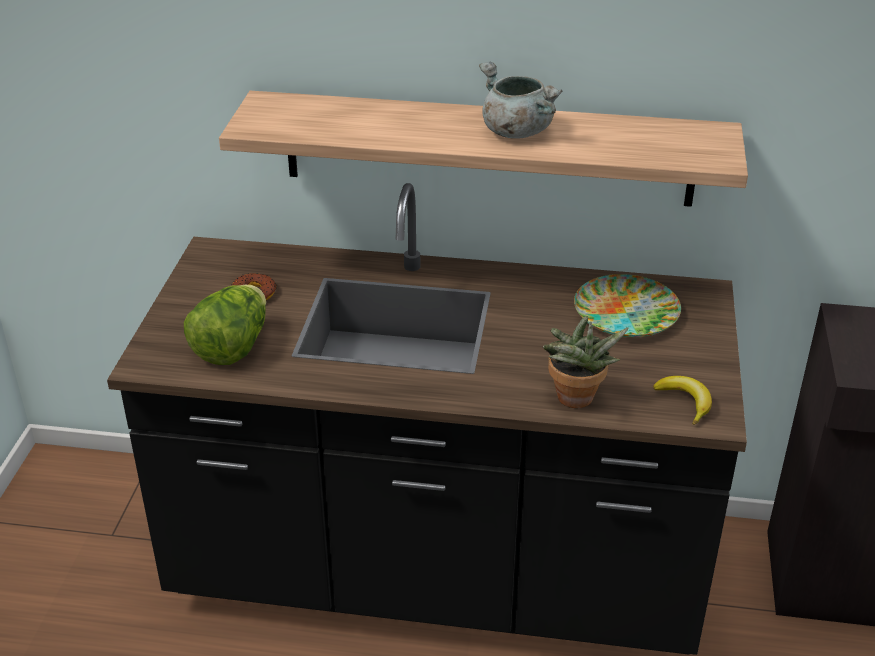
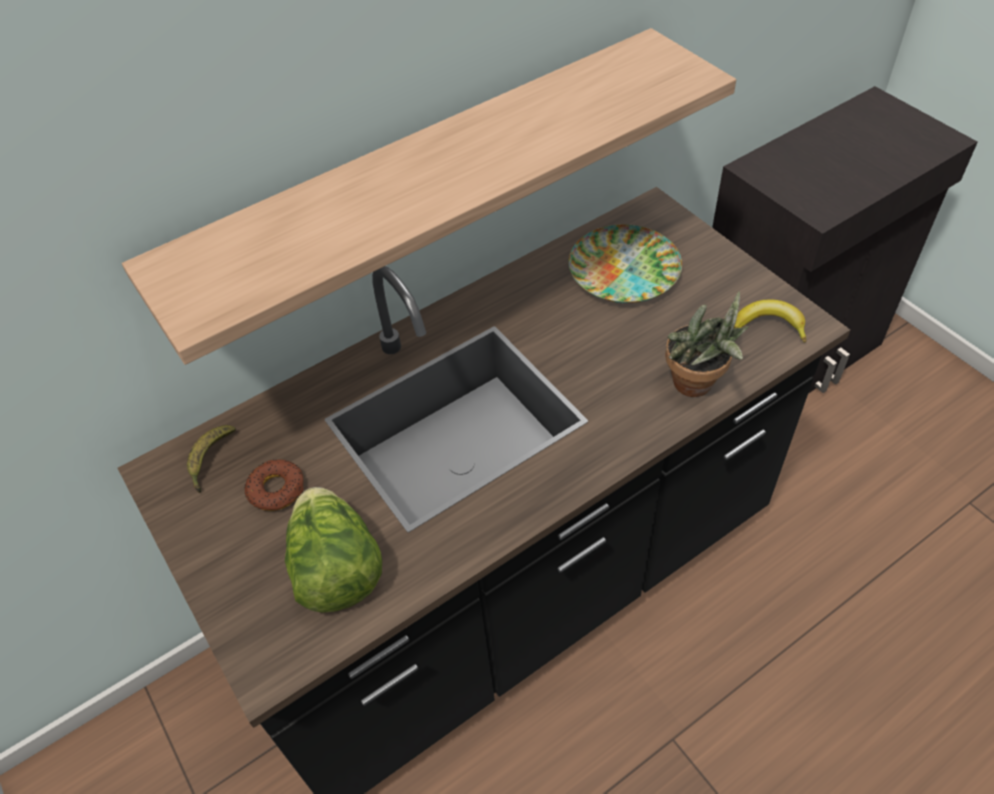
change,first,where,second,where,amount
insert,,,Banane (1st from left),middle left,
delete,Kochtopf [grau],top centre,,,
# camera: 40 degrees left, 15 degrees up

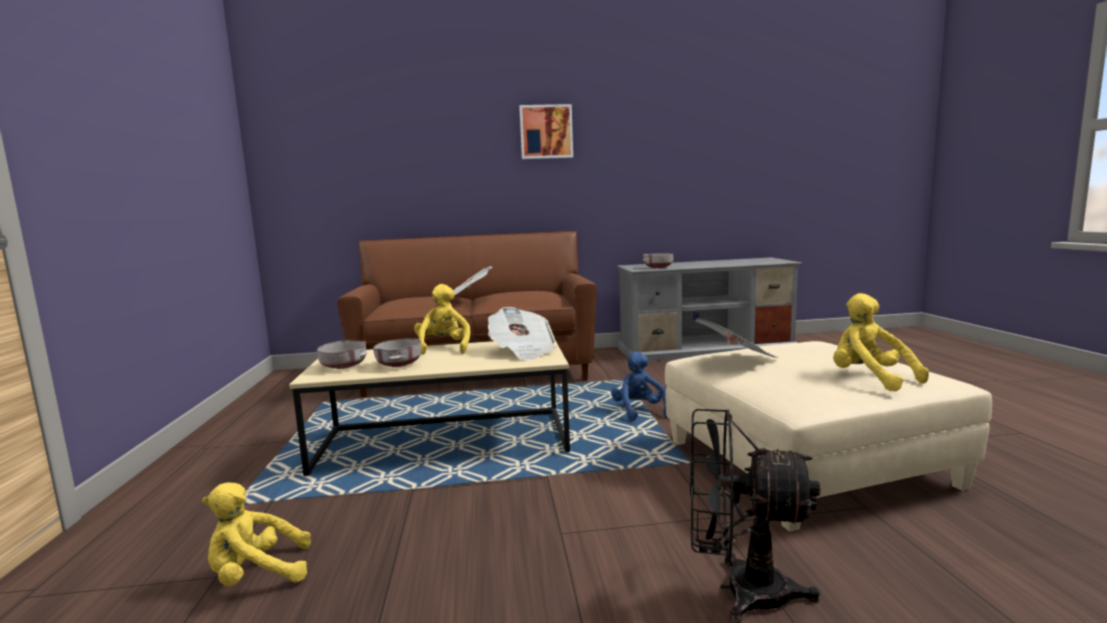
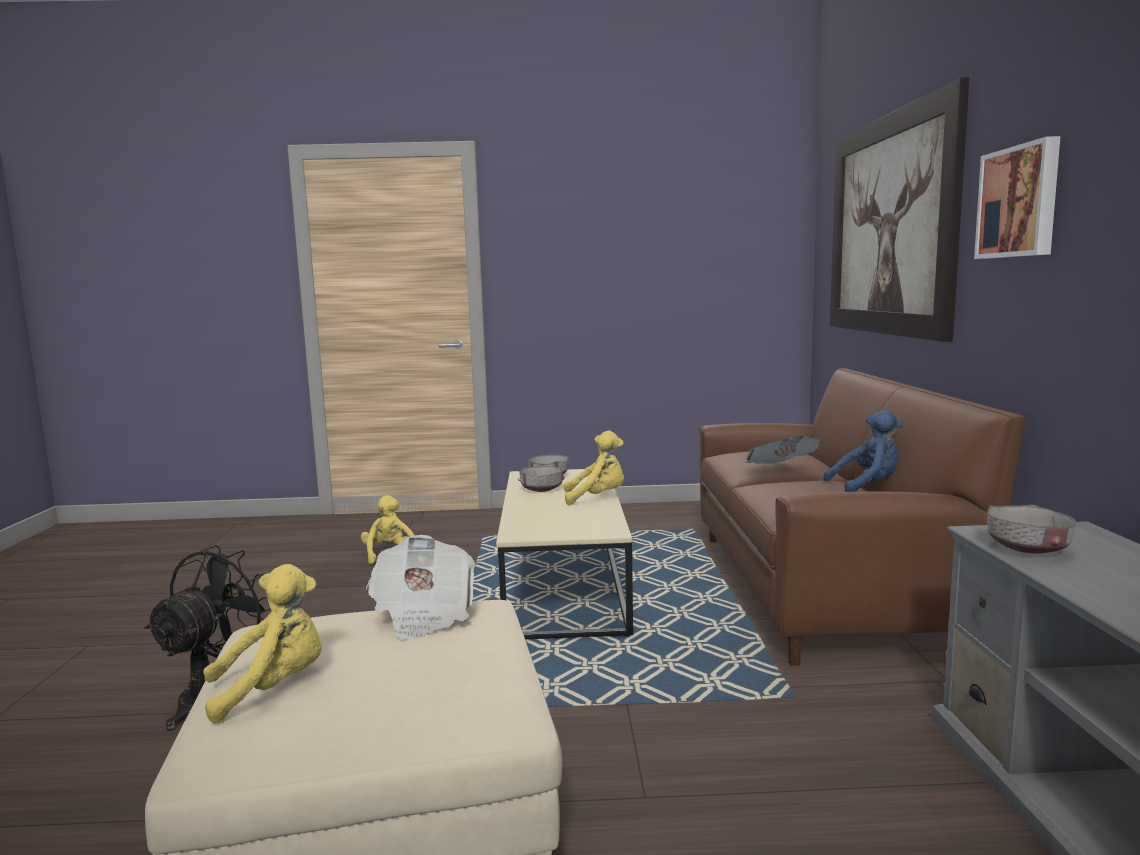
change,first,where,second,where,amount
move,Plüschtier [blau],centre,,middle right,
insert,,,Bild (1st from left),top right,
delete,Zeitung (2nd from left),centre,,,
# camera: 95 degrees right, 0 degrees up

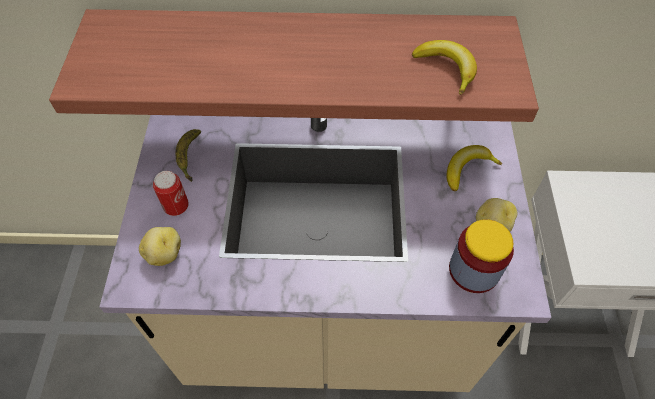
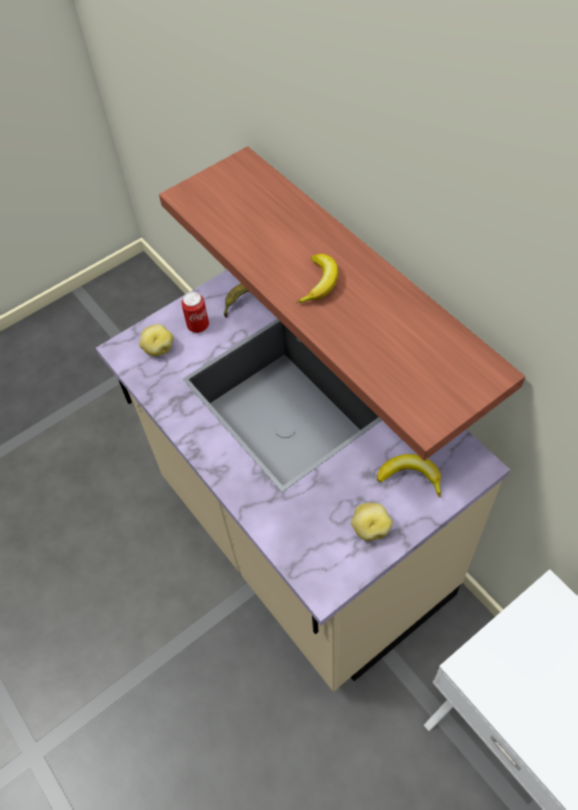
change,first,where,second,where,amount
move,Banane (2nd from left),top right,,centre,
delete,Vorratsglas,middle right,,,
# camera: 55 degrees right, 0 degrees up

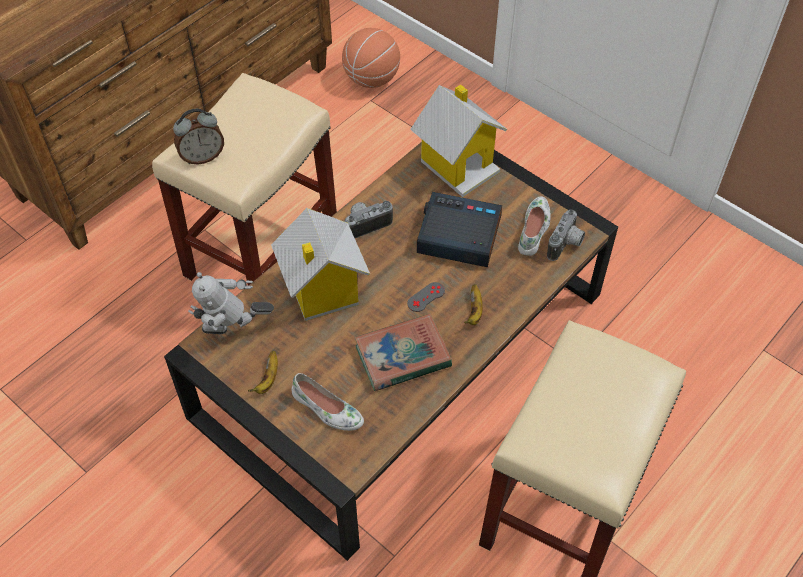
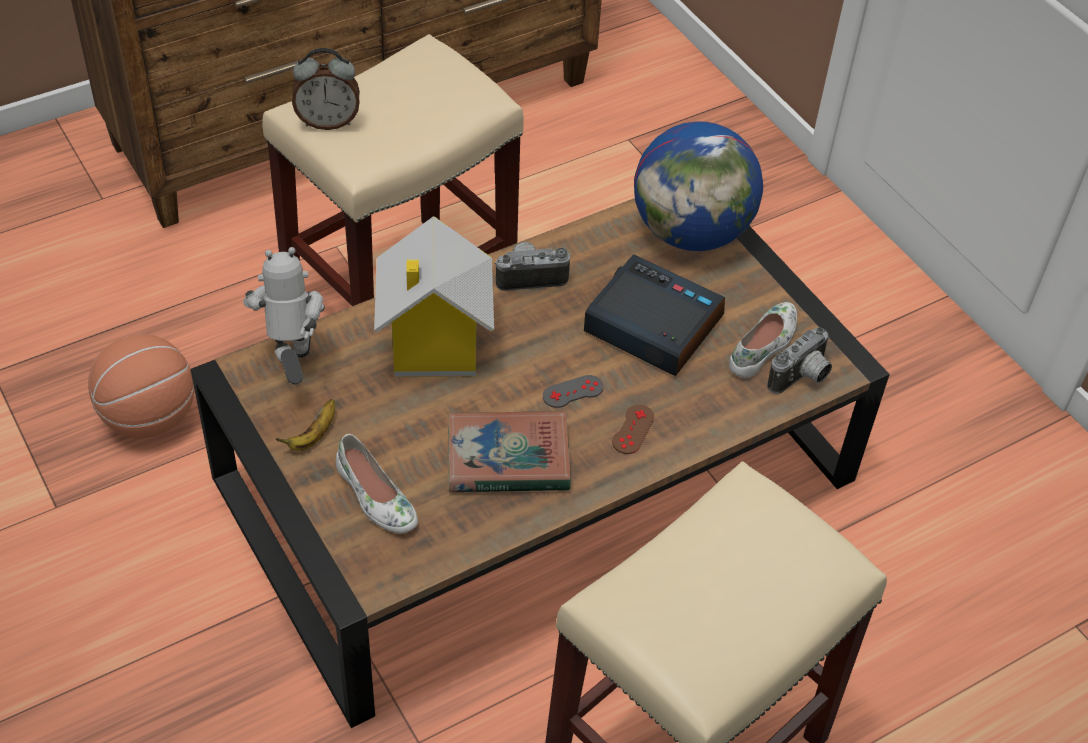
change,first,where,second,where,amount
move,Basketball,top centre,,middle left,
rotate,Spielzeugroboter,middle left,,middle left,75 degrees clockwise
replace,Banane (2nd from left),centre,Gamepad [braun],centre,
replace,Spielzeughaus (2nd from left),top centre,Globus,top centre,
# camera: 15 degrees right, 5 degrees down

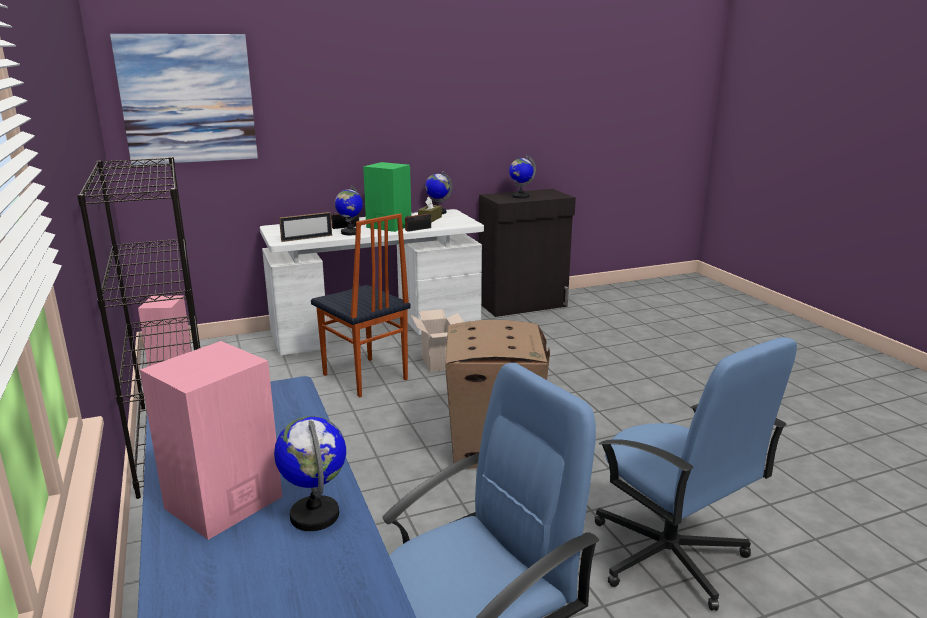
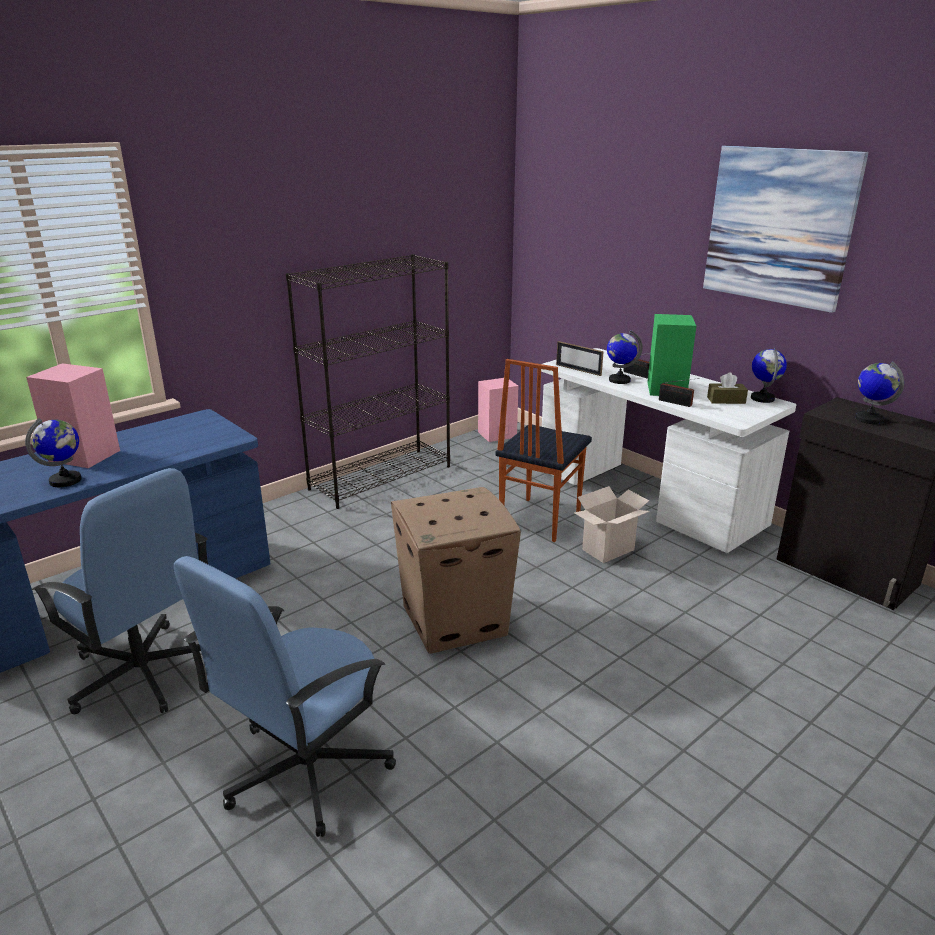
change,first,where,second,where,amount
move,Bild,top left,,top right,
# camera: 70 degrees right, 5 degrees up

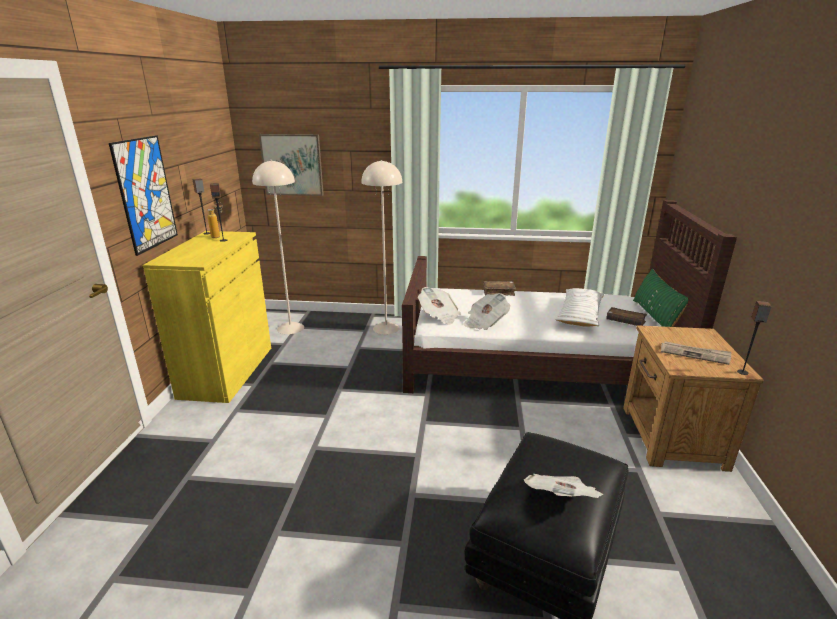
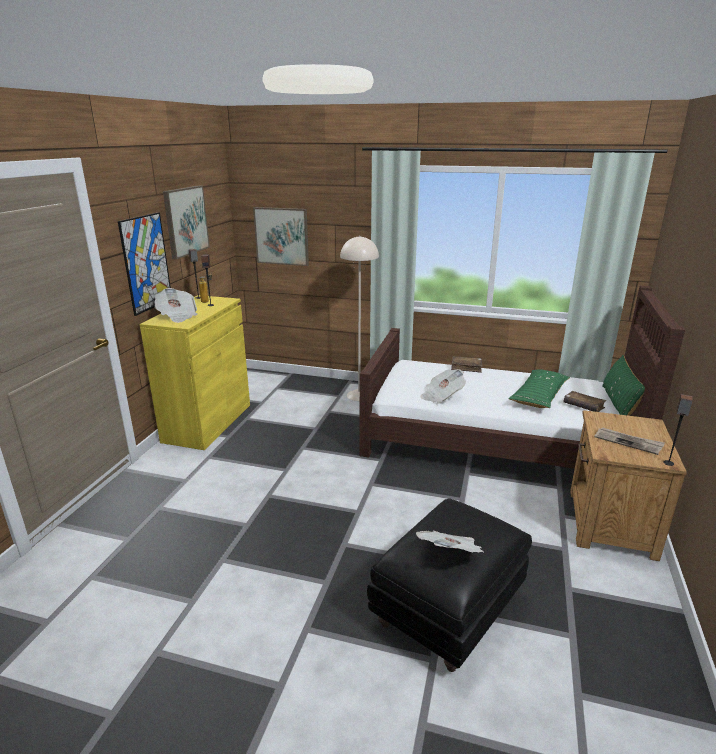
change,first,where,second,where,amount
move,Zeitung (1st from left),centre,,middle left,
insert,,,Bild (2nd from left),top left,
recolor,Kissen [weiß],middle right,Kissen [grün] (1st from left),middle right,
delete,Stehlampe [beige] (1st from left),middle left,,,
# camera: 10 degrees right, 0 degrees up

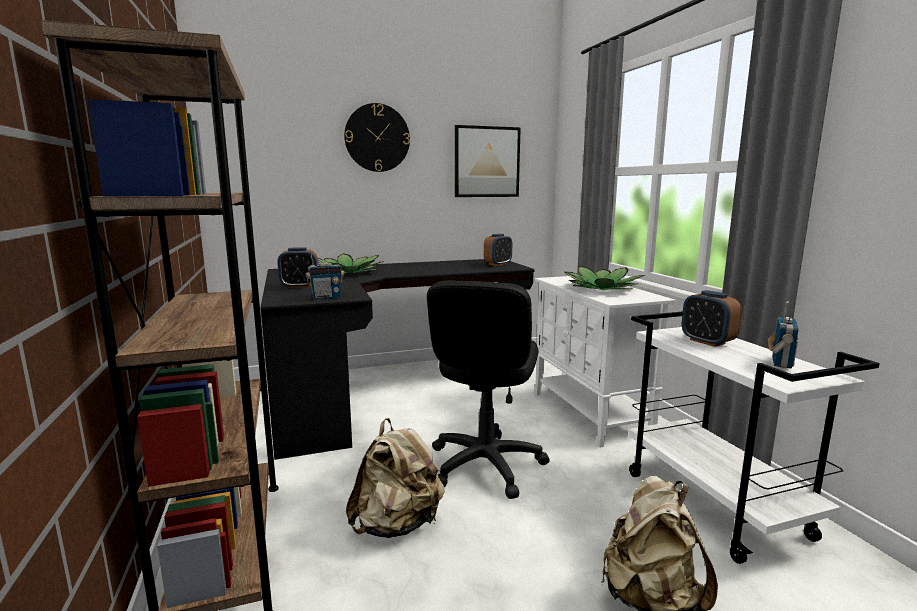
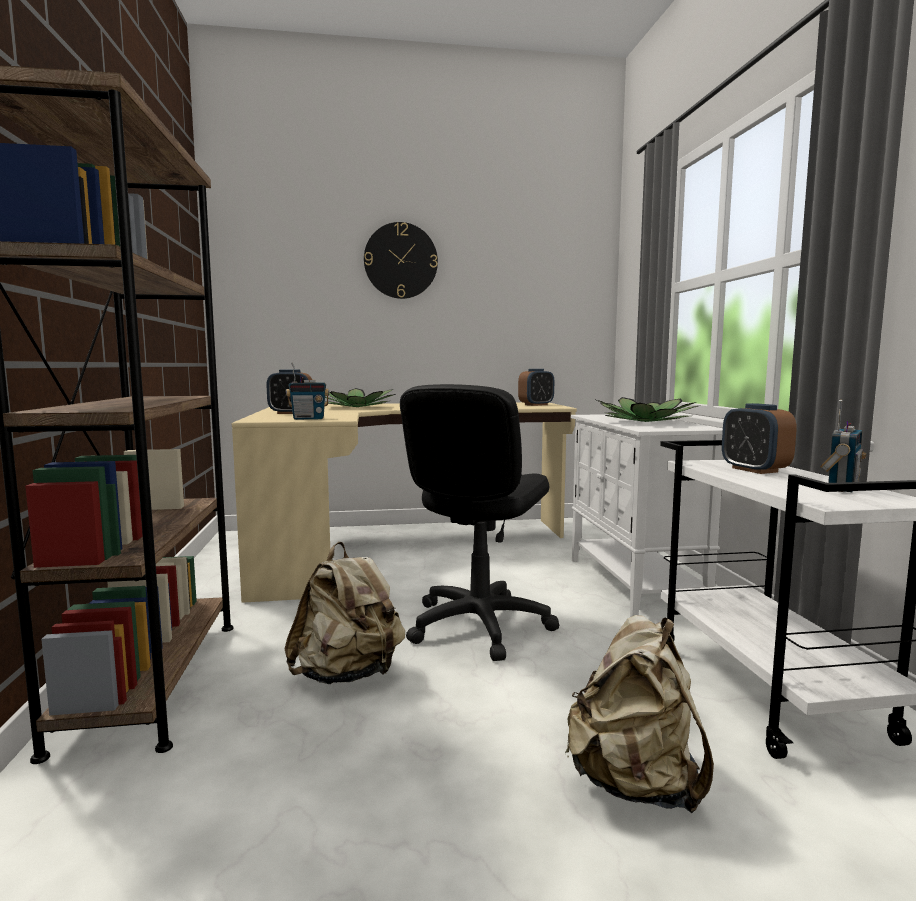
change,first,where,second,where,amount
recolor,Schreibtisch [schwarz],centre,Schreibtisch [beige],centre,
delete,Bild,top centre,,,
# camera: 10 degrees right, 5 degrees down

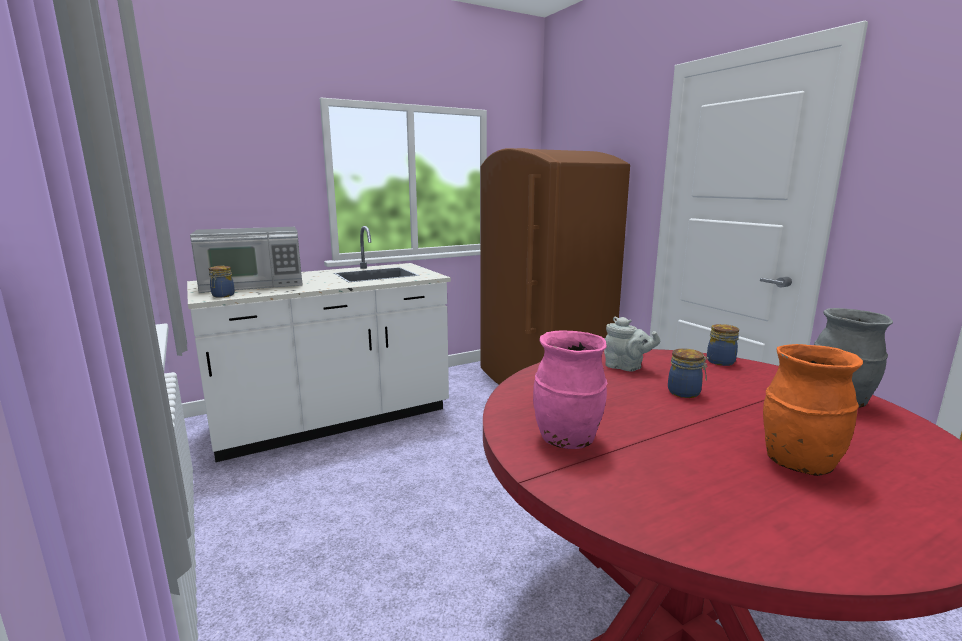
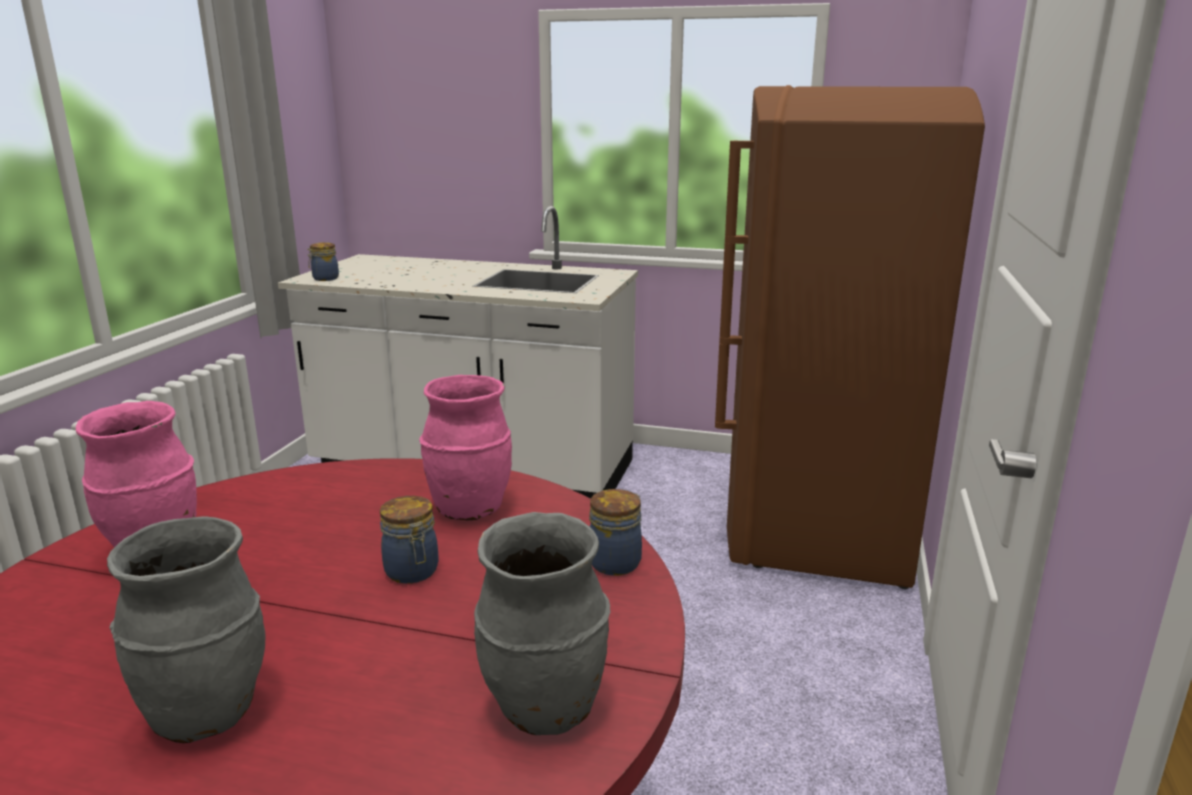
change,first,where,second,where,amount
recolor,Vase [orange],middle right,Vase [grau] (1st from left),bottom left,
replace,Teekanne [grau],centre,Vase [rosa] (2nd from left),centre,
delete,Mikrowelle,middle left,,,
# camera: 45 degrees right, 5 degrees up

